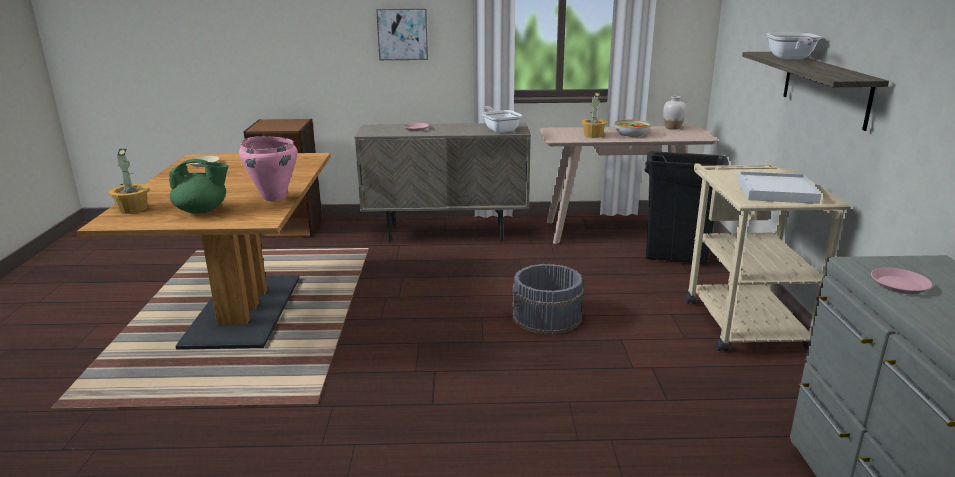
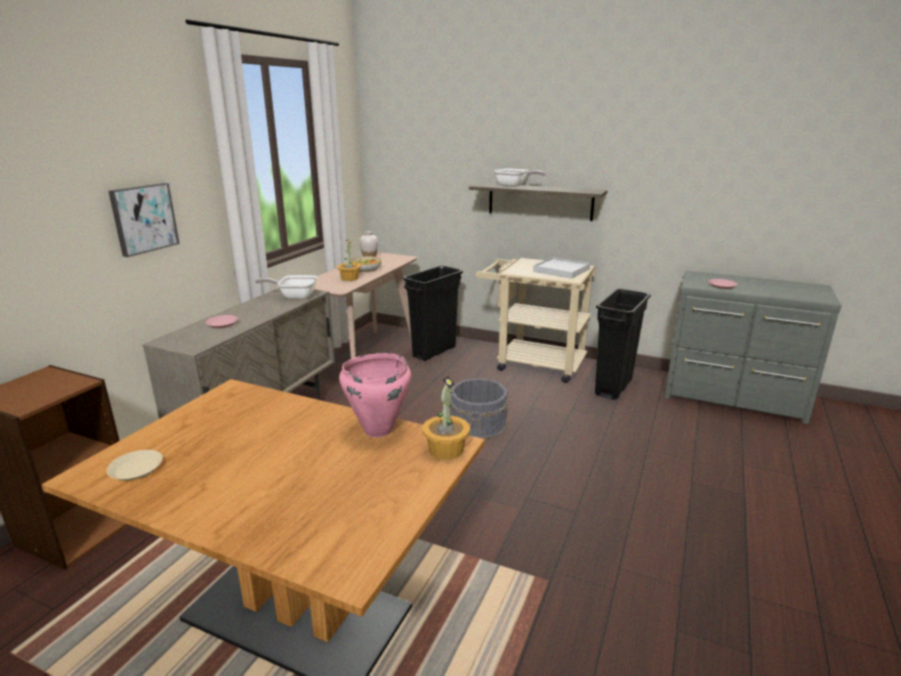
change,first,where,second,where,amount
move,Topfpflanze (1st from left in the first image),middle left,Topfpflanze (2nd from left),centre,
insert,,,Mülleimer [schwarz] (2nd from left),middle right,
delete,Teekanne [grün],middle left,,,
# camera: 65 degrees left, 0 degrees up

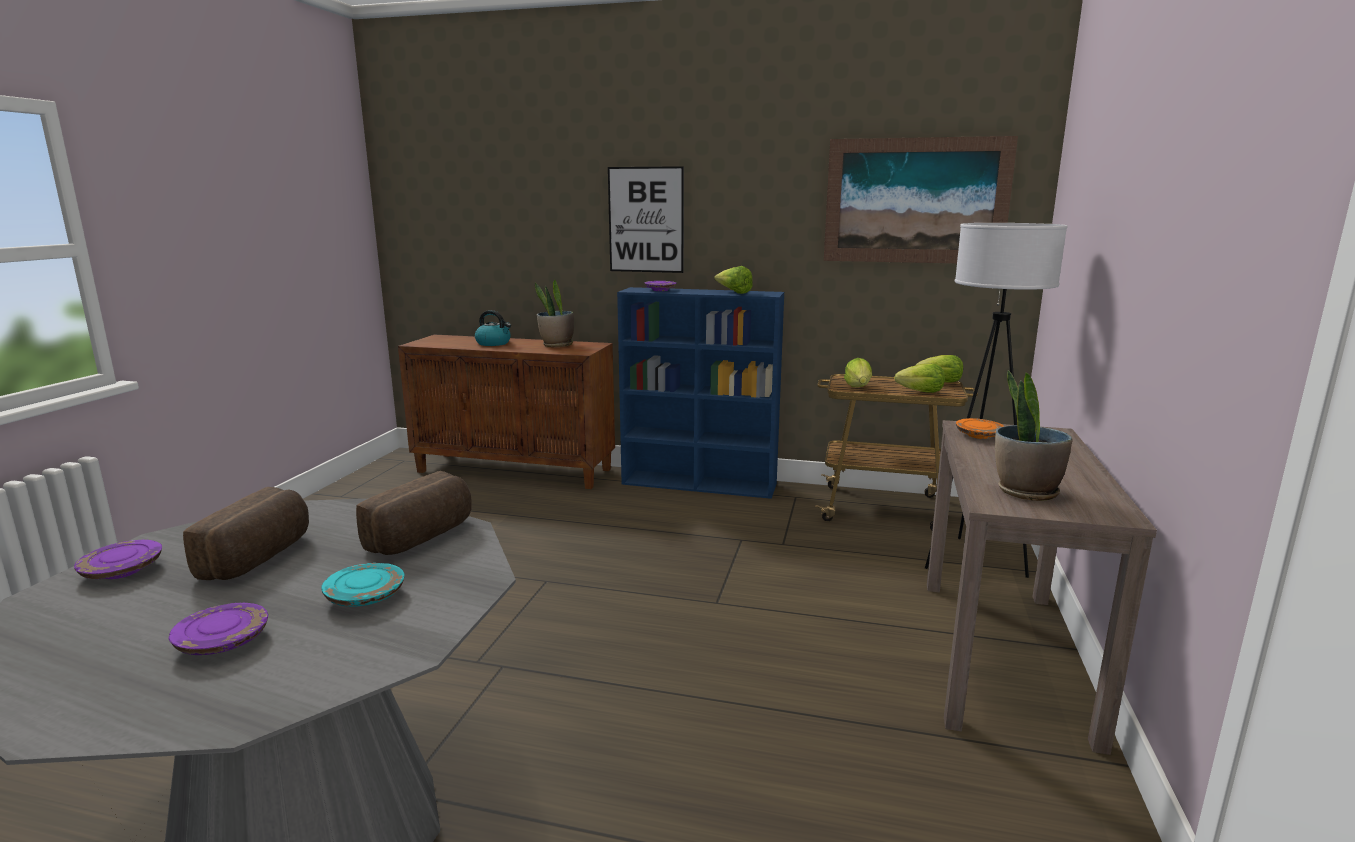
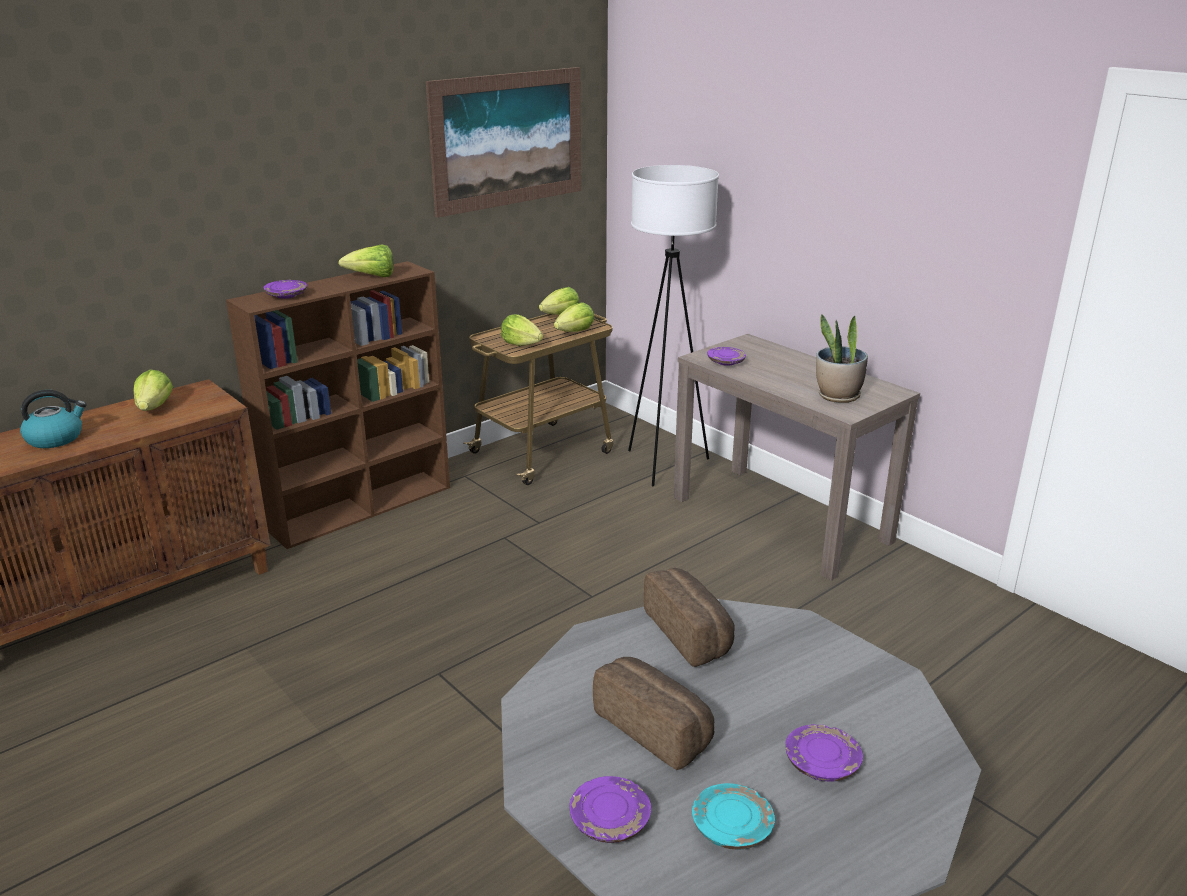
change,first,where,second,where,amount
replace,Topfpflanze (1st from left),centre,Salatkopf (1st from left),middle left,
recolor,Bücherregal [blau],centre,Bücherregal [braun],middle left,
move,Teller [türkis],bottom left,,bottom centre,
recolor,Teller [orange],middle right,Teller [lila] (3rd from left),centre,
delete,Bild (1st from left),top centre,,,
# camera: 55 degrees left, 10 degrees up

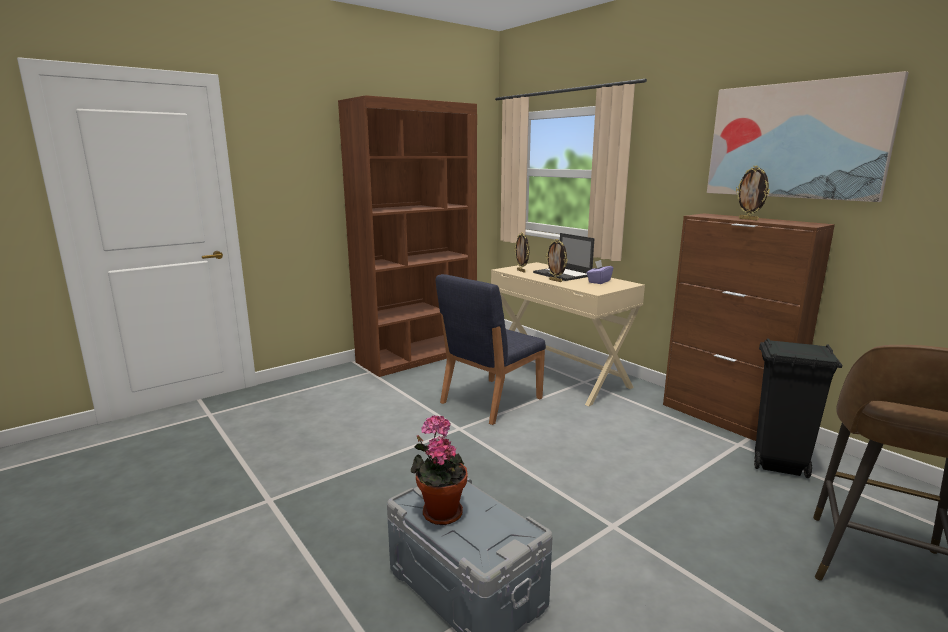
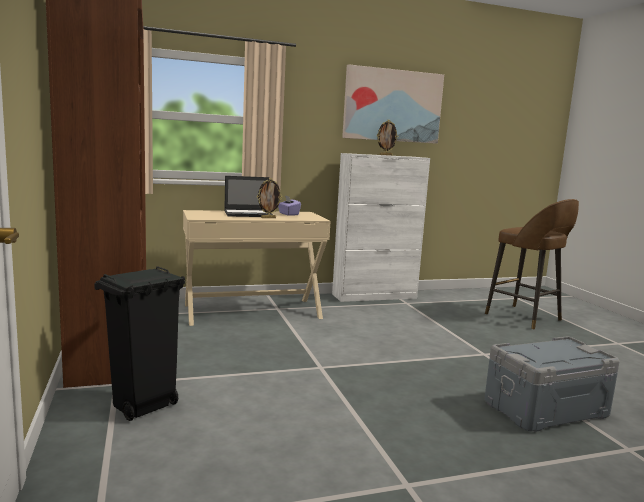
change,first,where,second,where,amount
move,Mülleimer [schwarz],middle right,,bottom left,
recolor,Schrank [braun],middle right,Schrank [weiß],centre,
delete,Topfpflanze,bottom centre,,,
delete,Stuhl [blau],centre,,,
delete,Bilderrahmen (1st from left),centre,,,
# camera: 70 degrees left, 5 degrees down

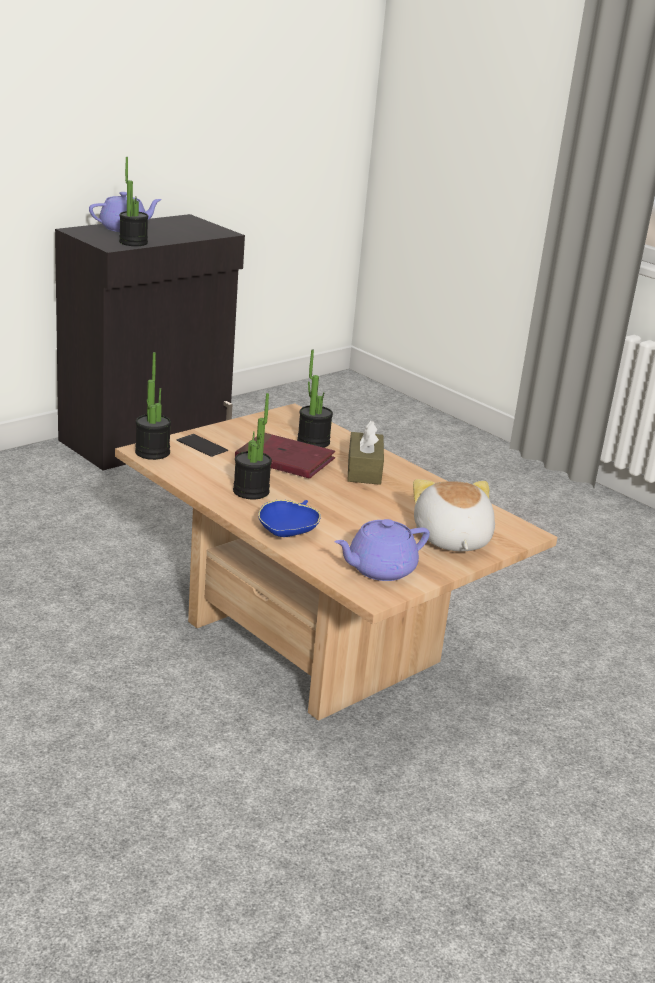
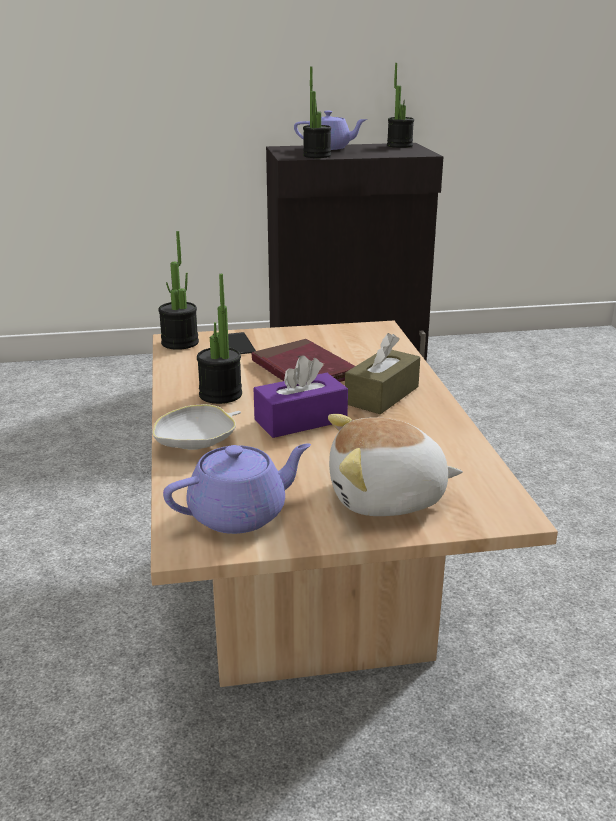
change,first,where,second,where,amount
recolor,Schüssel [blau],centre,Schüssel [weiß],middle left,
rotate,Teekanne [lila] (2nd from left in the first image),centre,Teekanne [lila] (1st from left),centre,150 degrees clockwise
insert,,,Taschentuchbox [lila],centre,
rotate,Plüschtier,middle right,,centre,120 degrees counterclockwise
move,Topfpflanze (4th from left),centre,,top centre,
# camera: 35 degrees right, 0 degrees up

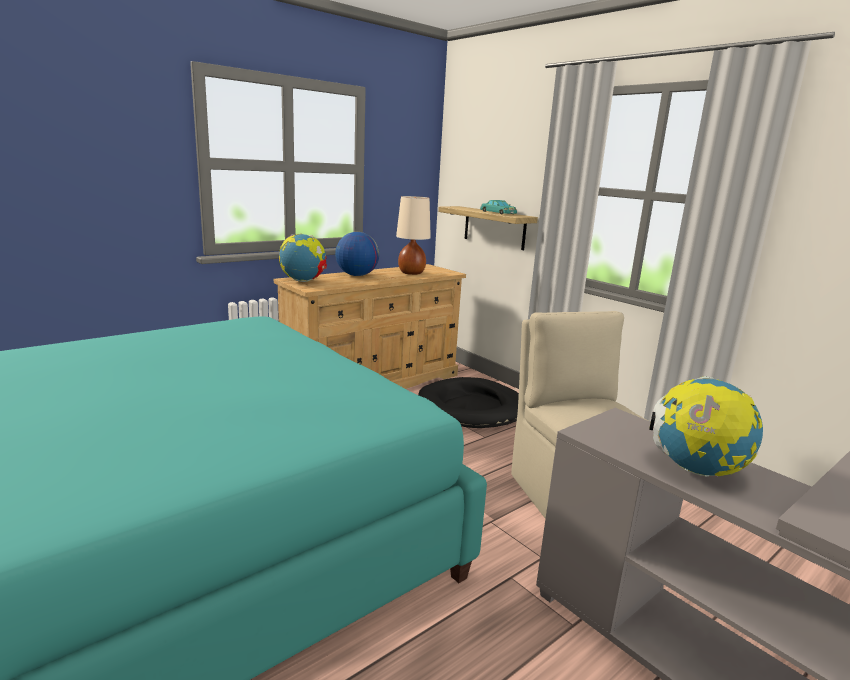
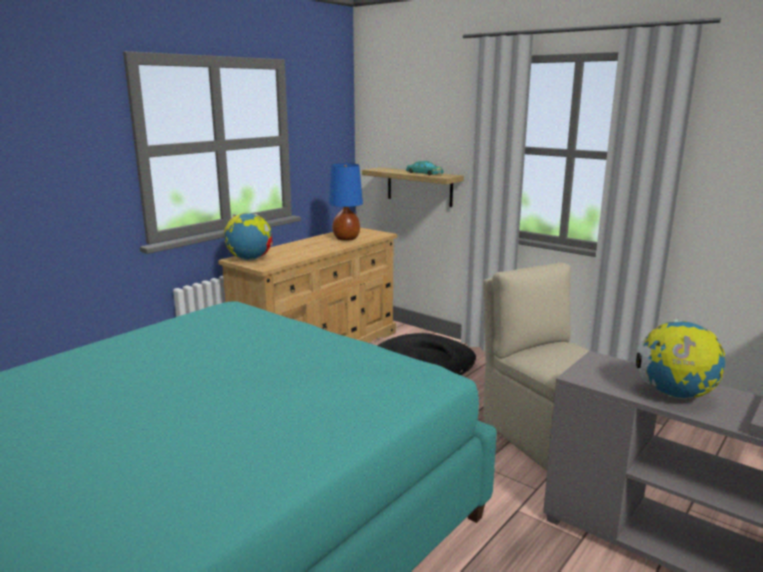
change,first,where,second,where,amount
recolor,Tischlampe [beige],centre,Tischlampe [blau],centre,
delete,Globus (2nd from left),centre,,,
# camera: 10 degrees left, 0 degrees up

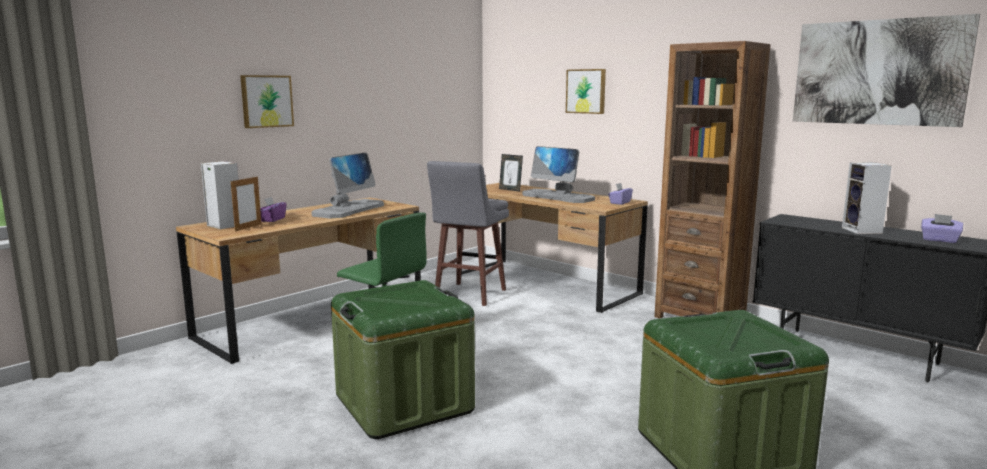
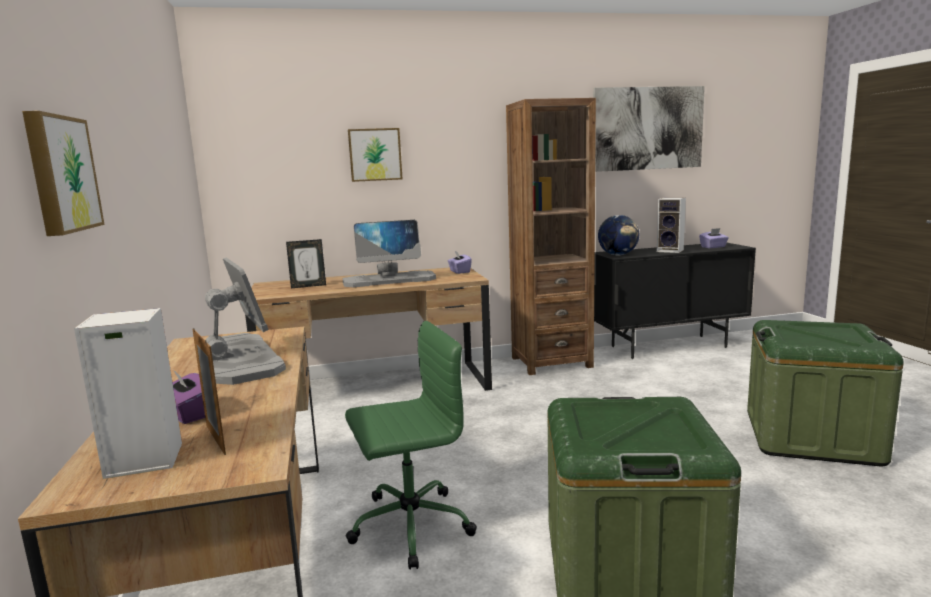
change,first,where,second,where,amount
insert,,,Globus,centre,
delete,Hocker [grau],centre,,,
# camera: 55 degrees left, 0 degrees up

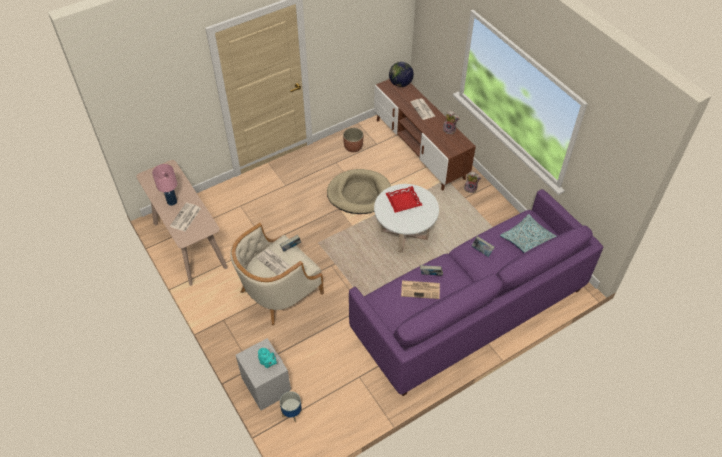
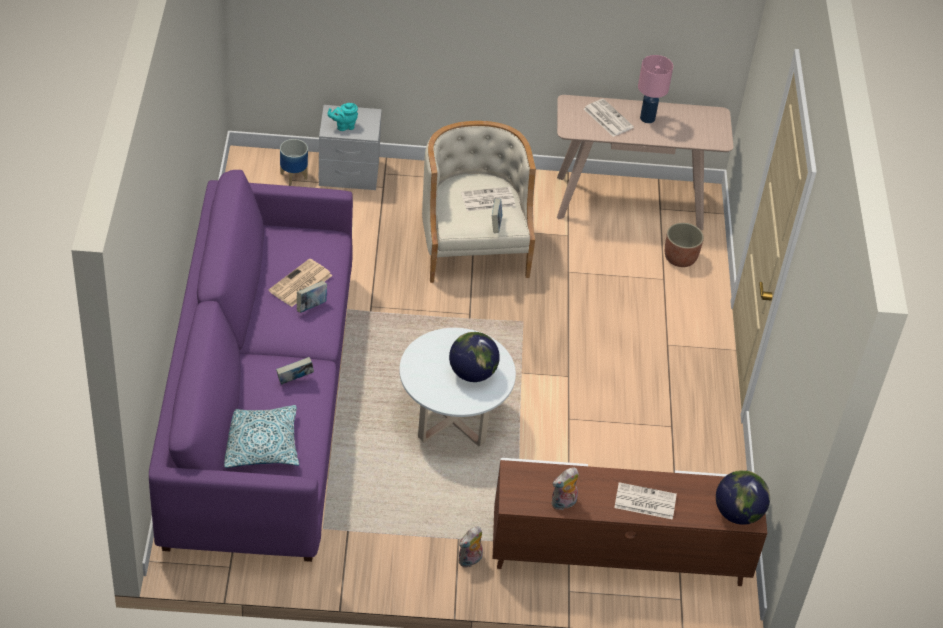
change,first,where,second,where,amount
replace,Tablett [rot],centre,Globus (1st from left),centre,
move,Pflanzkübel (2nd from left),top centre,,middle right,
delete,Hundebett [beige],centre,,,
# camera: 120 degrees right, 5 degrees down

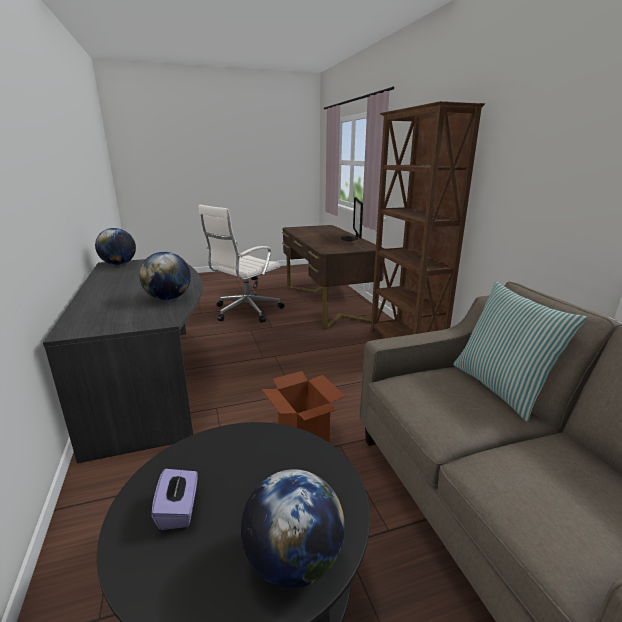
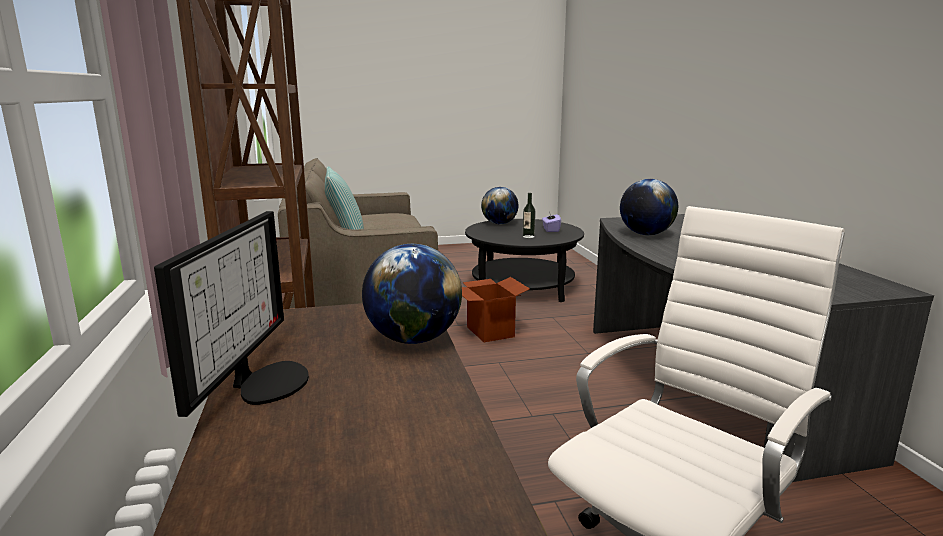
change,first,where,second,where,amount
move,Globus (1st from left),middle left,,centre,
insert,,,Flasche,centre,
# camera: 175 degrees left, 5 degrees down

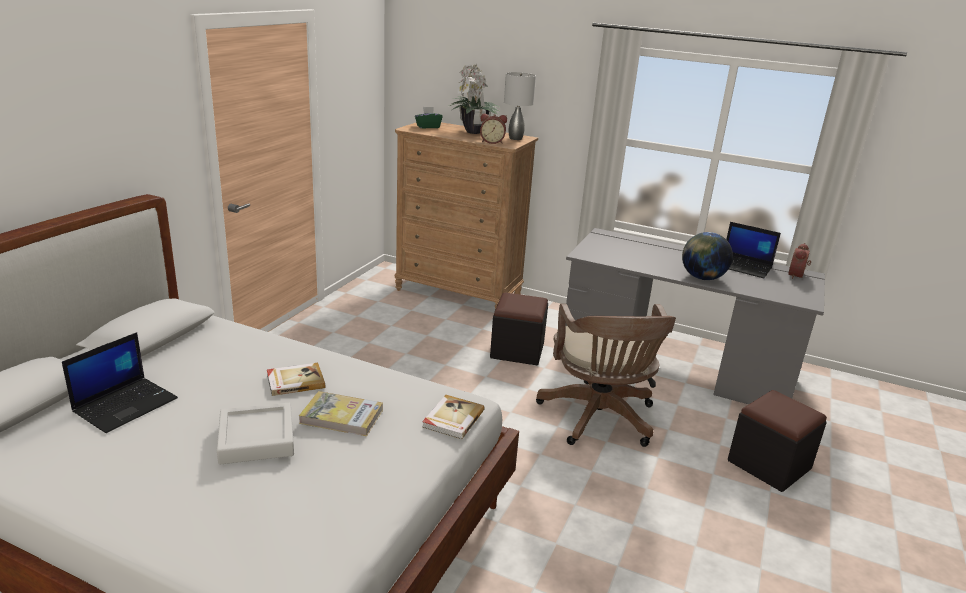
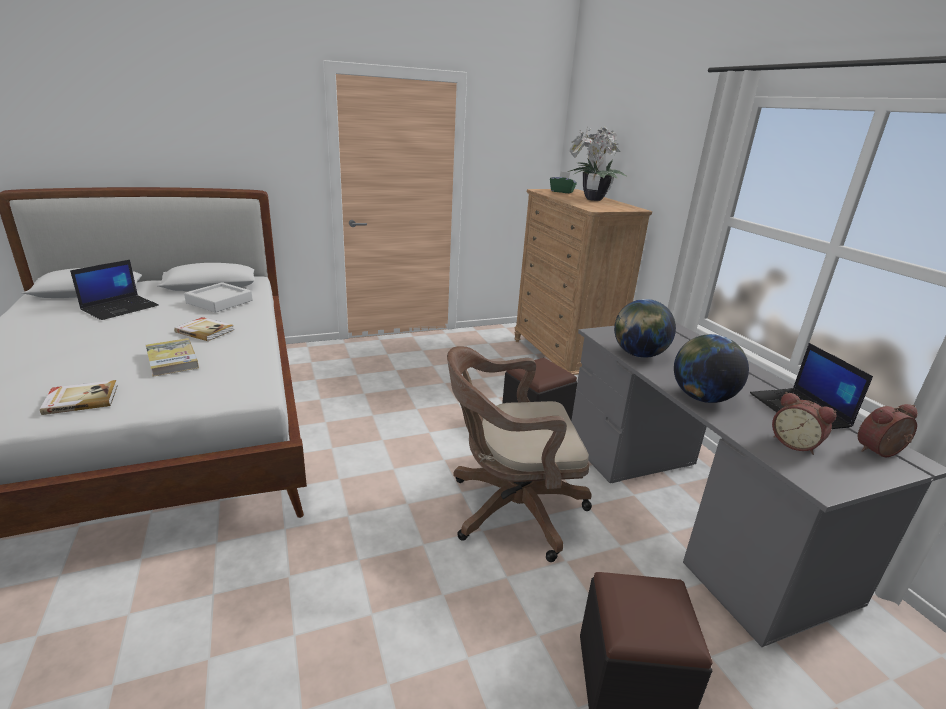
change,first,where,second,where,amount
move,Buch (3rd from left in the first image),bottom centre,Buch (1st from left),middle left,
rotate,Laptop (1st from left),middle left,,middle left,45 degrees counterclockwise
move,Tablett [grau],bottom left,,middle left,
rotate,Bürostuhl [braun],centre,,centre,45 degrees clockwise
insert,,,Globus (1st from left),middle right,
move,Wecker (1st from left),top centre,,middle right,
delete,Tischlampe [grau],top centre,,,
# camera: 45 degrees right, 0 degrees up

